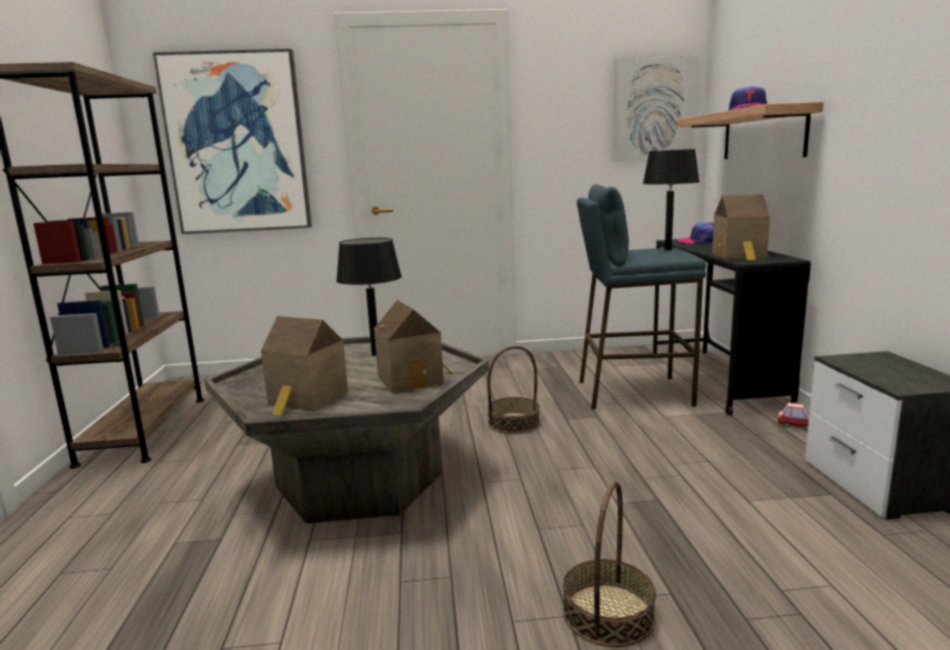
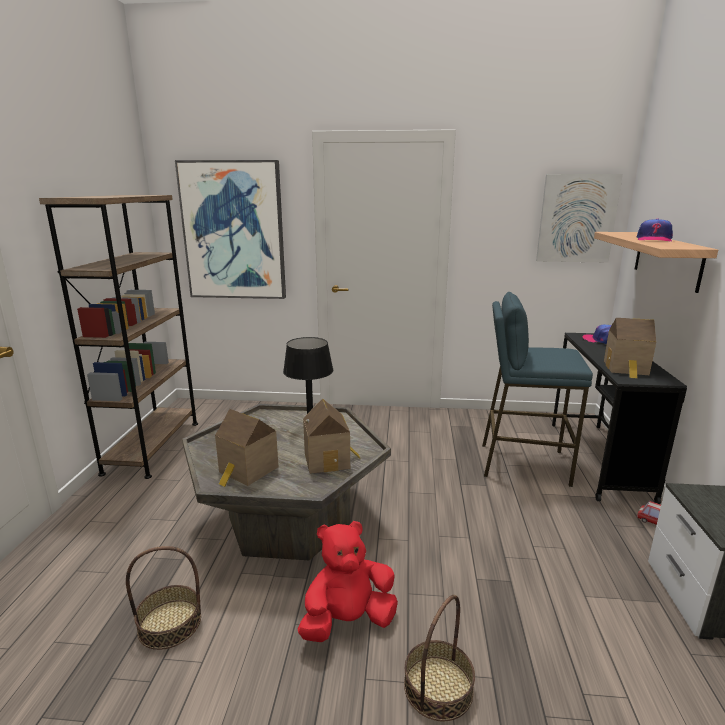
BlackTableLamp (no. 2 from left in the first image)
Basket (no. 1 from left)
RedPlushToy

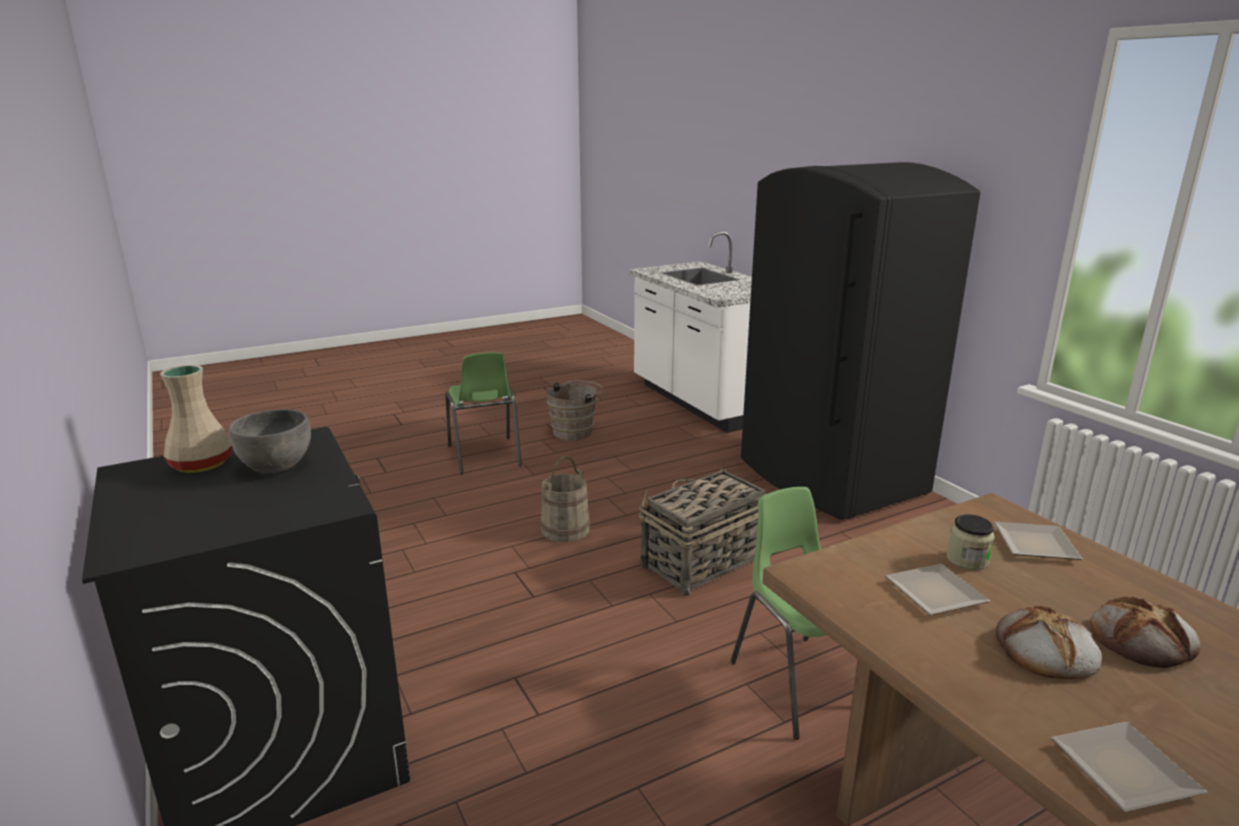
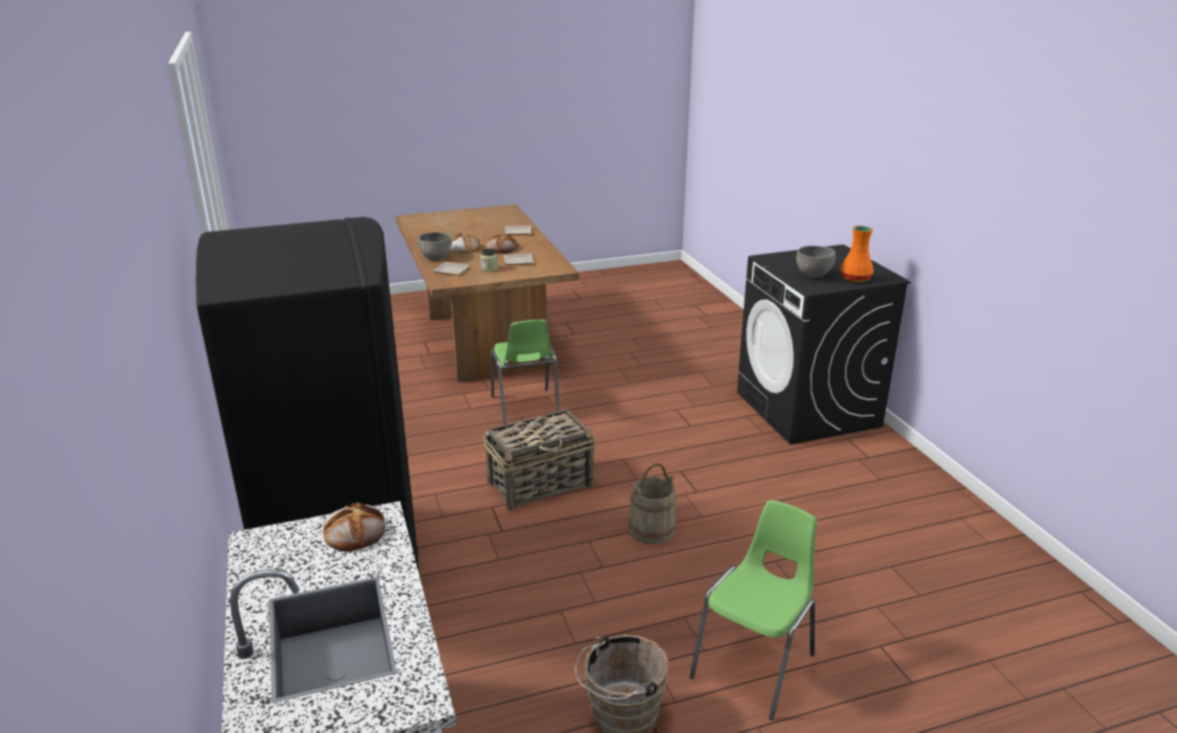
GreenChair (no. 2 from left)
OrangeVase
GreyBowl (no. 1 from left)
Bread (no. 1 from left)

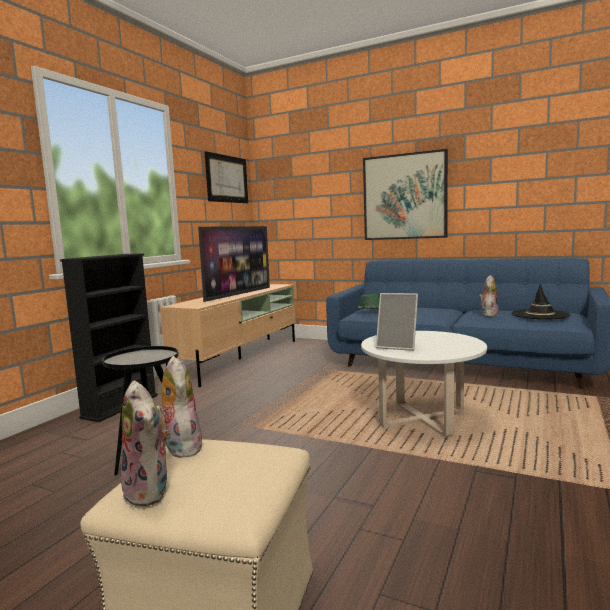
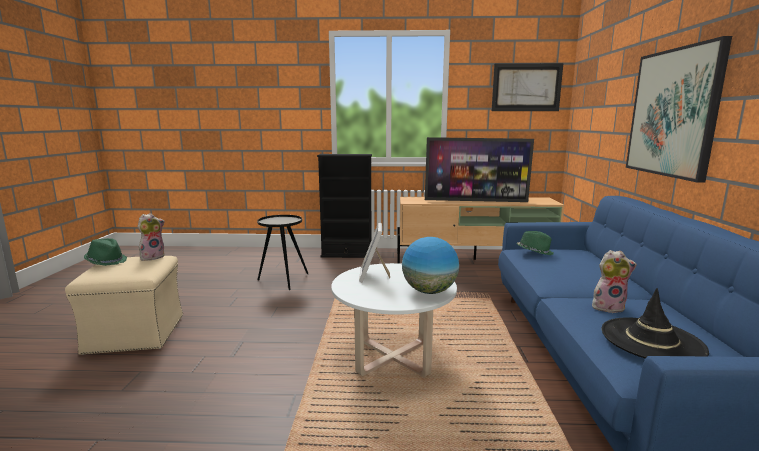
GreenHat (no. 1 from left)
Globe

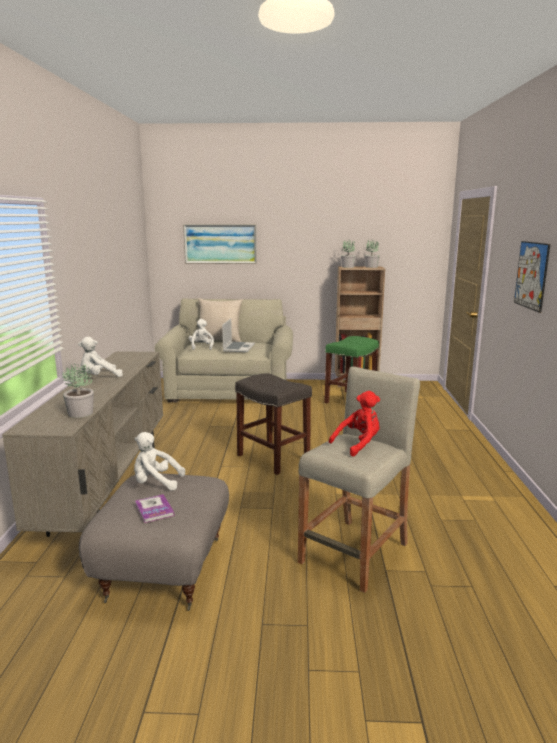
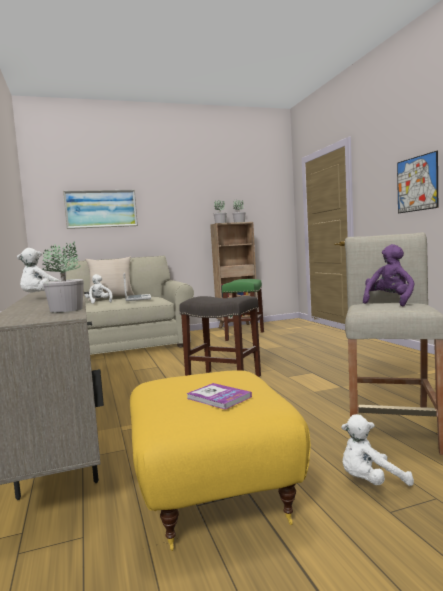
PurplePlushToy
WhitePlushToy (no. 3 from left)
YellowOttoman

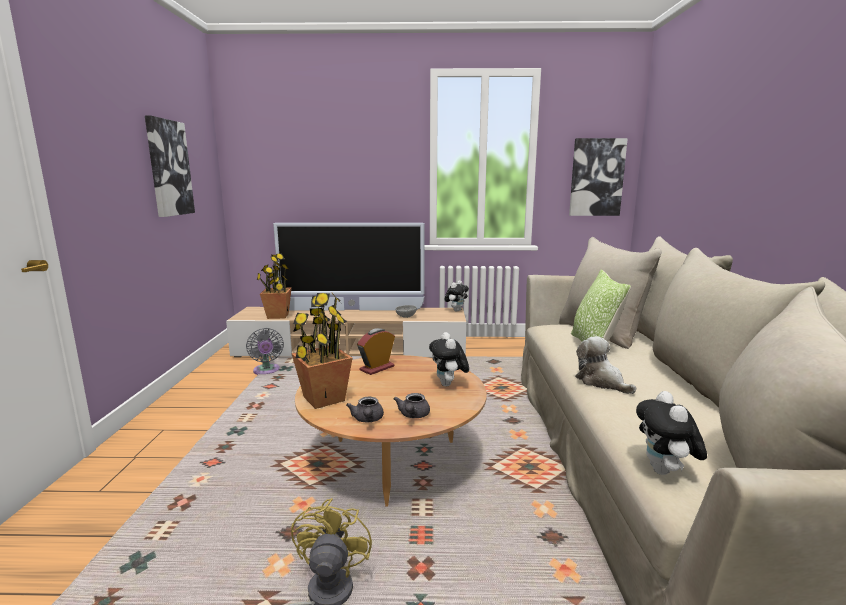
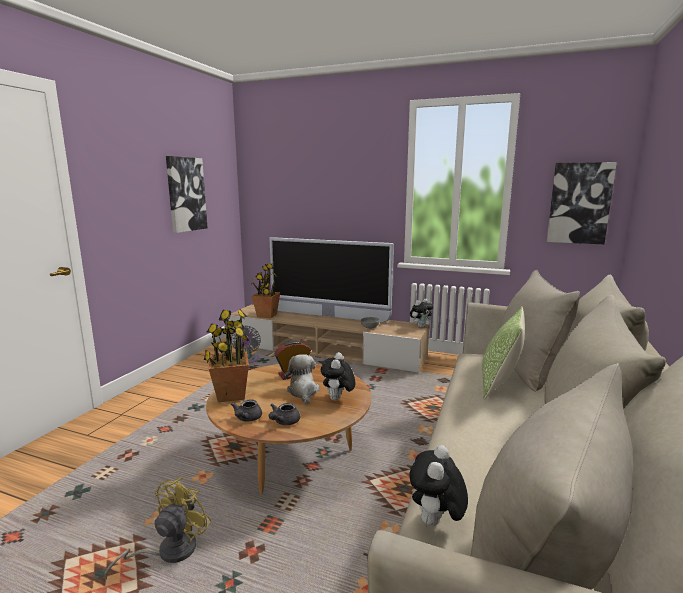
PlushToy (no. 1 from left)

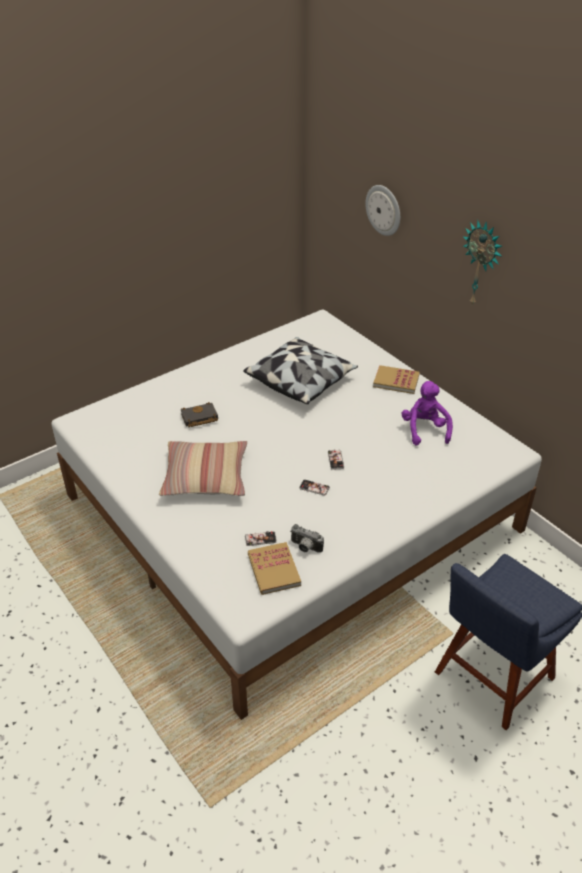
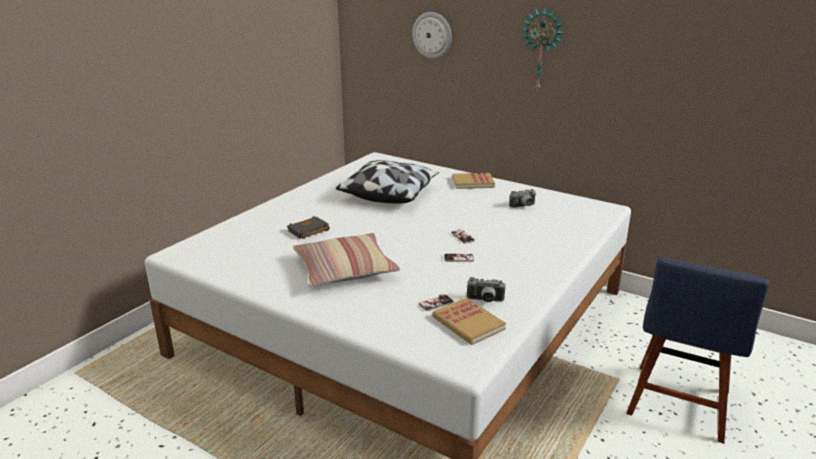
PhotoCamera (no. 2 from left)

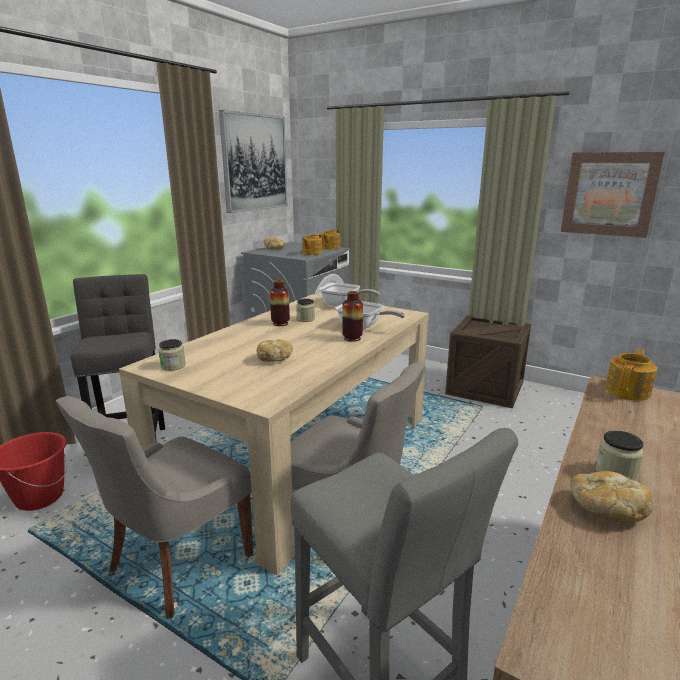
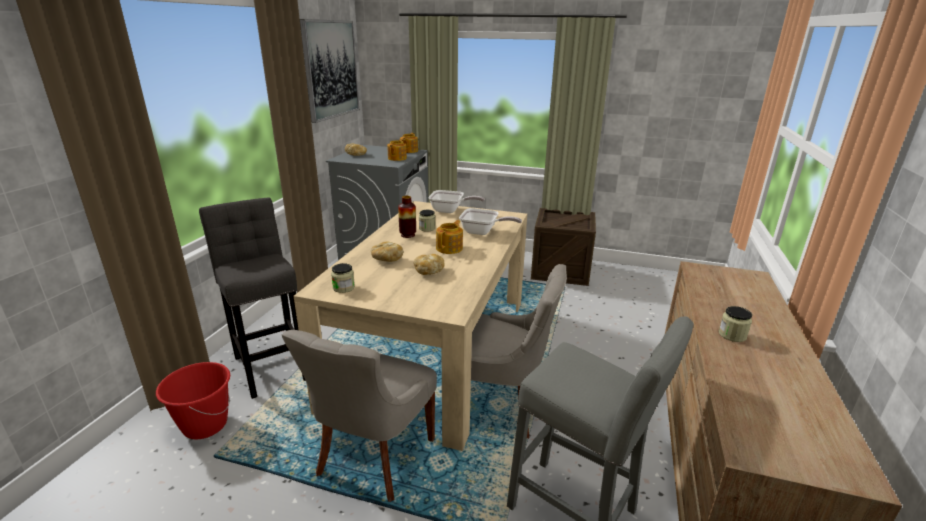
Picture (no. 2 from left in the first image)
Vase (no. 2 from left in the first image)
Teapot (no. 3 from left)
Bread (no. 2 from left)

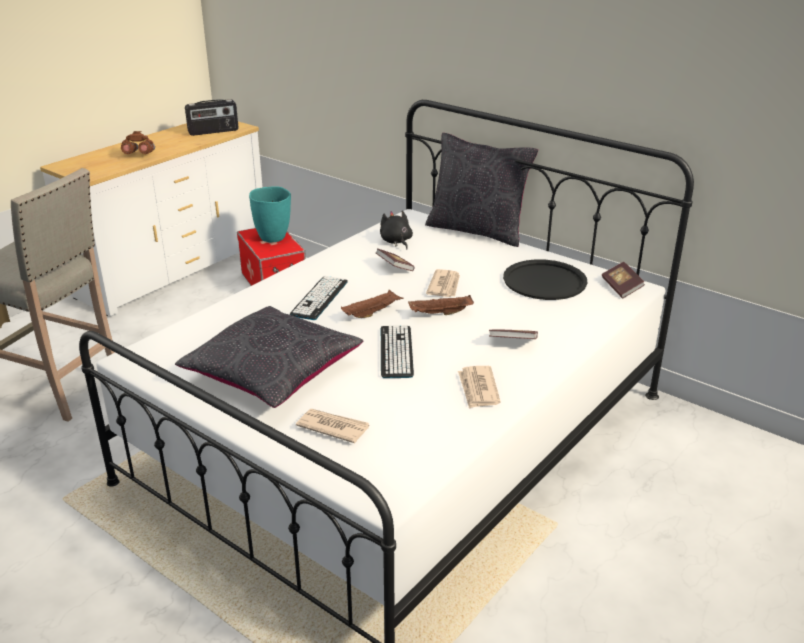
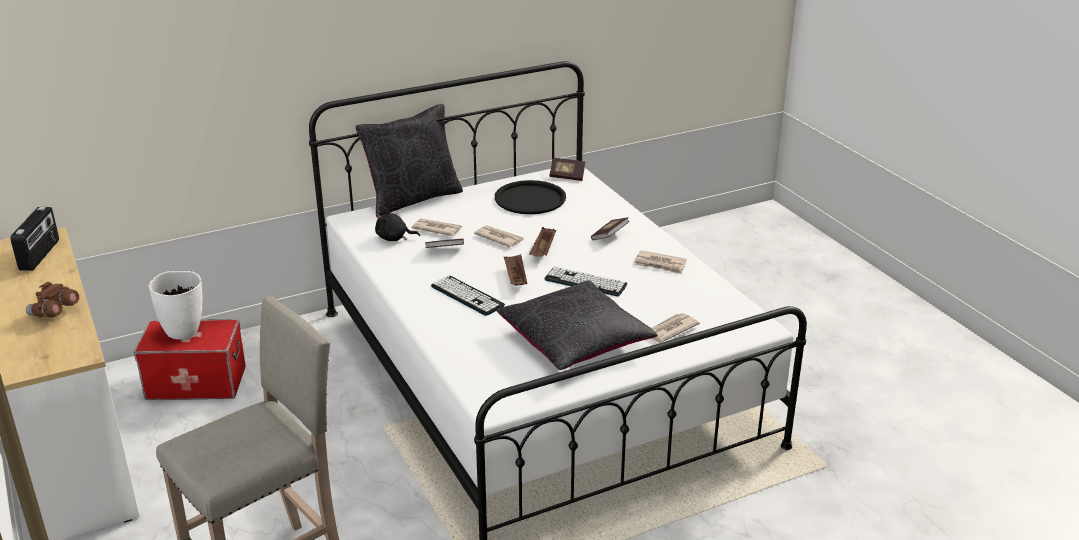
WhiteVase
Newspaper (no. 1 from left)

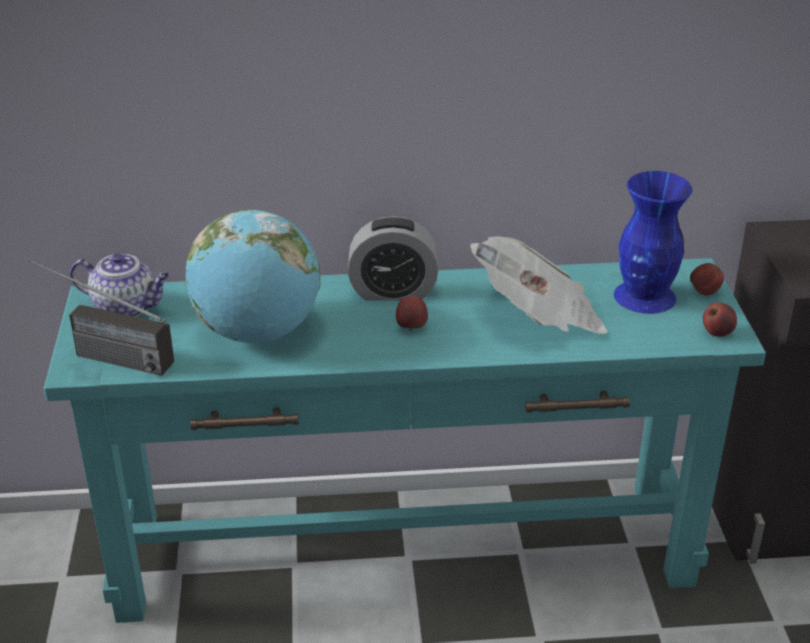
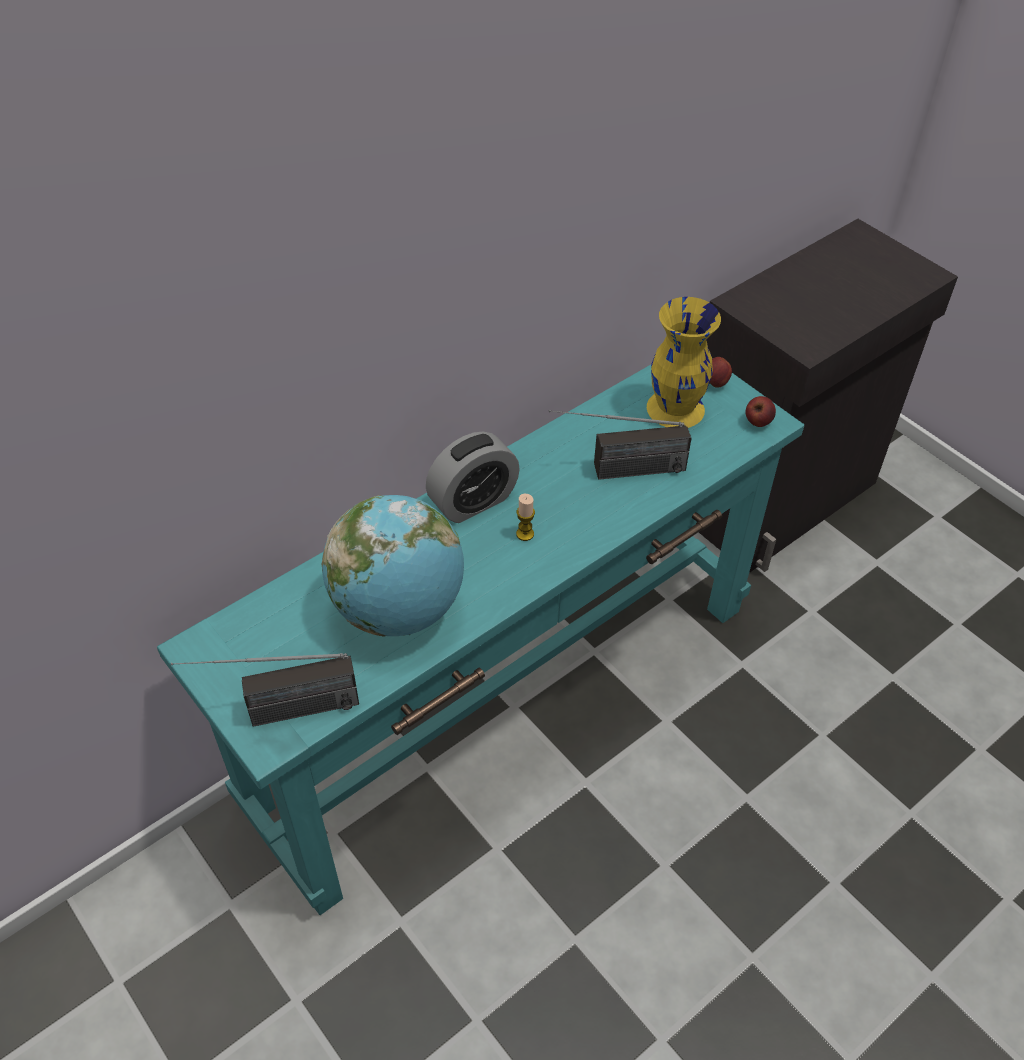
YellowVase
Radio (no. 2 from left)
Teapot
Candle

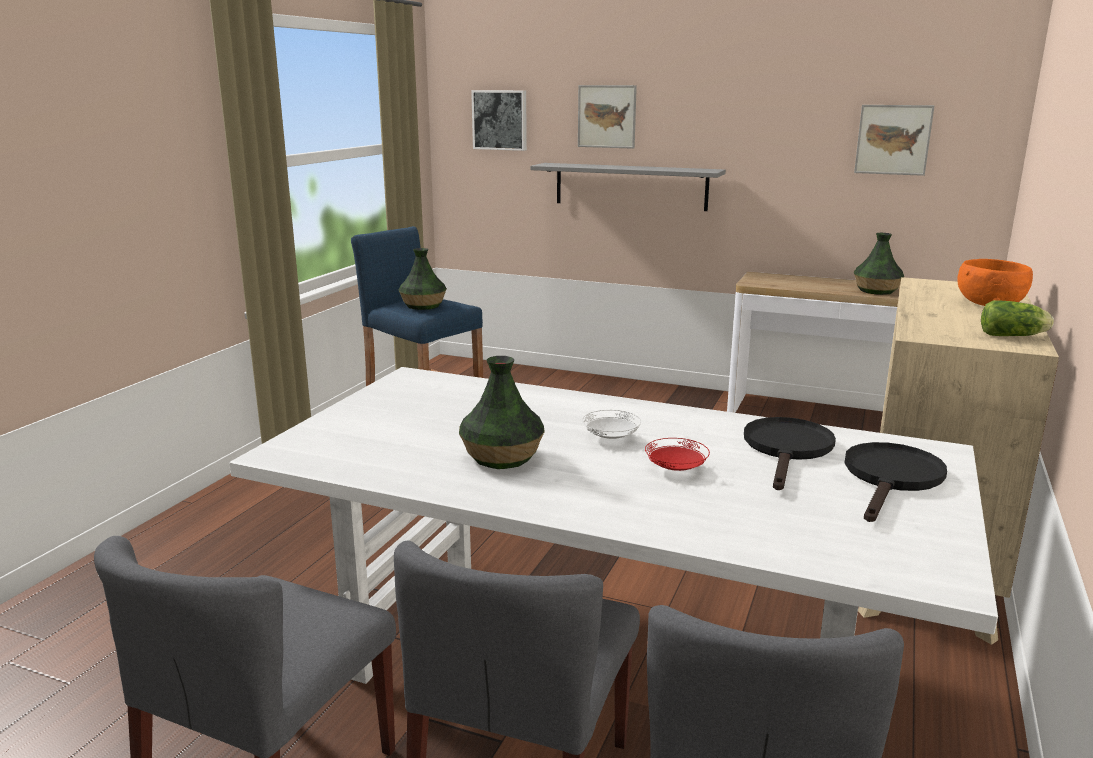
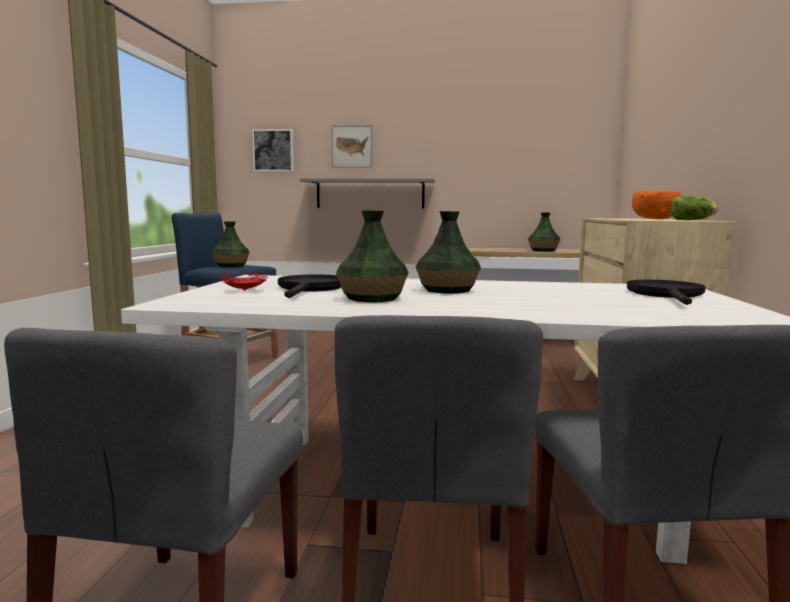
Picture (no. 3 from left in the first image)
Vase (no. 3 from left)
BlackFryingPan (no. 1 from left)
RedPlate

